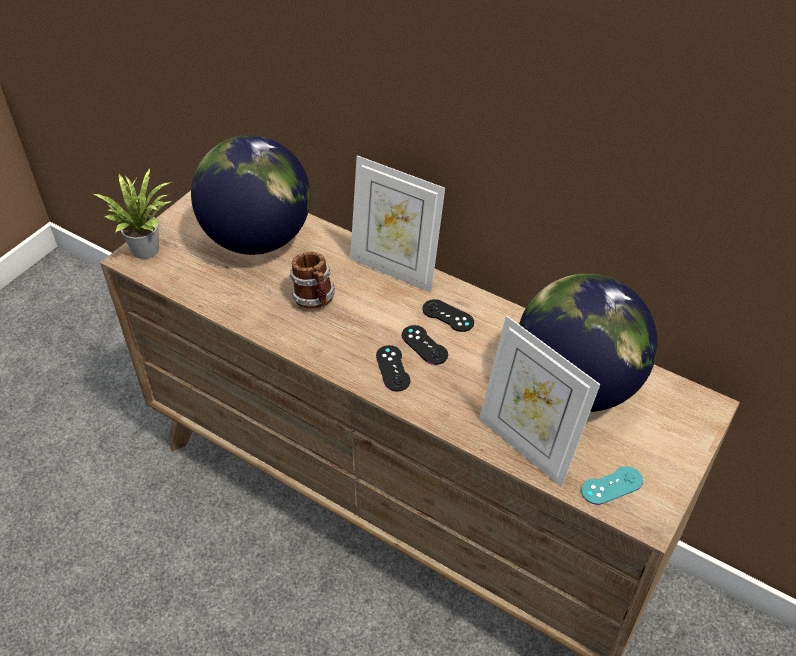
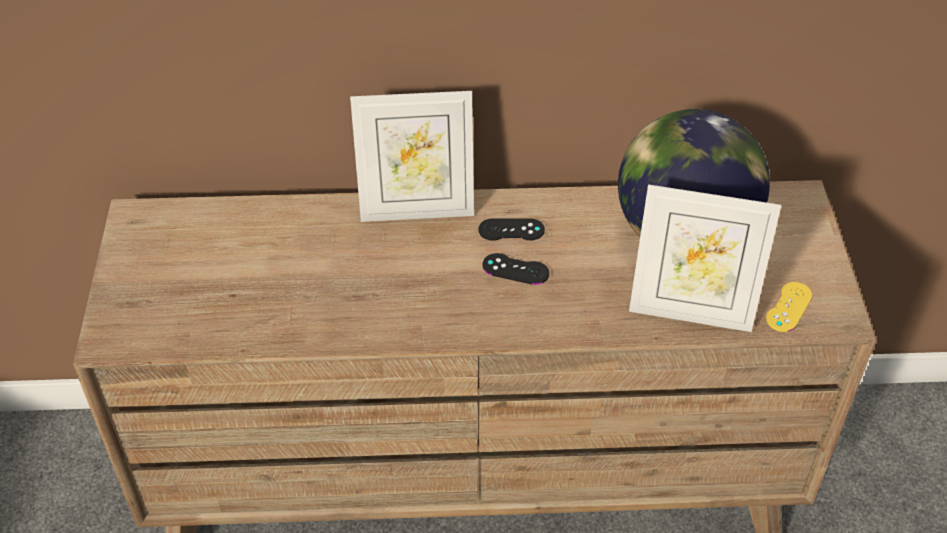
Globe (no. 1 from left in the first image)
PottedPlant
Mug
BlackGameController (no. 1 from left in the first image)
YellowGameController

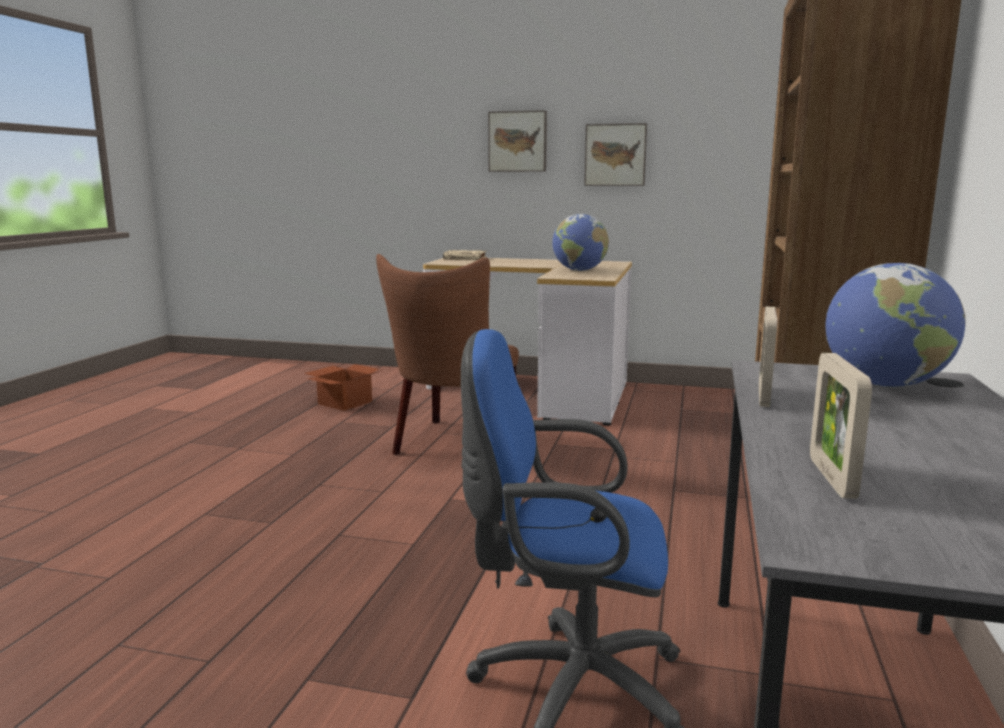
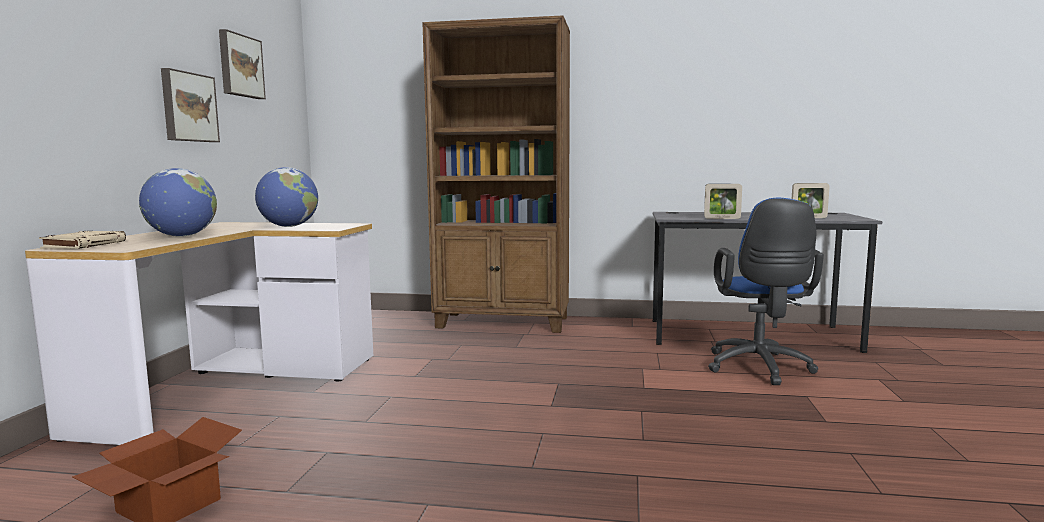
Picture (no. 2 from left)
BrownChair
Globe (no. 1 from left)

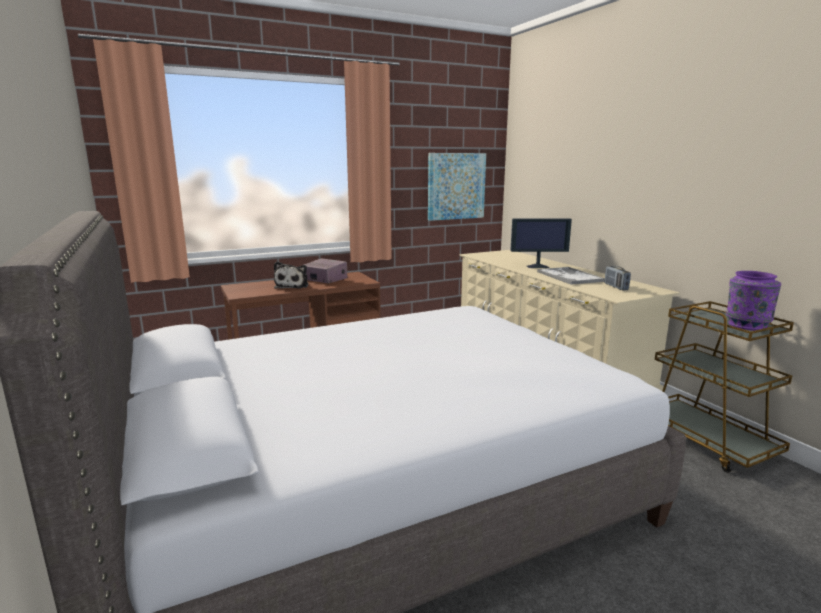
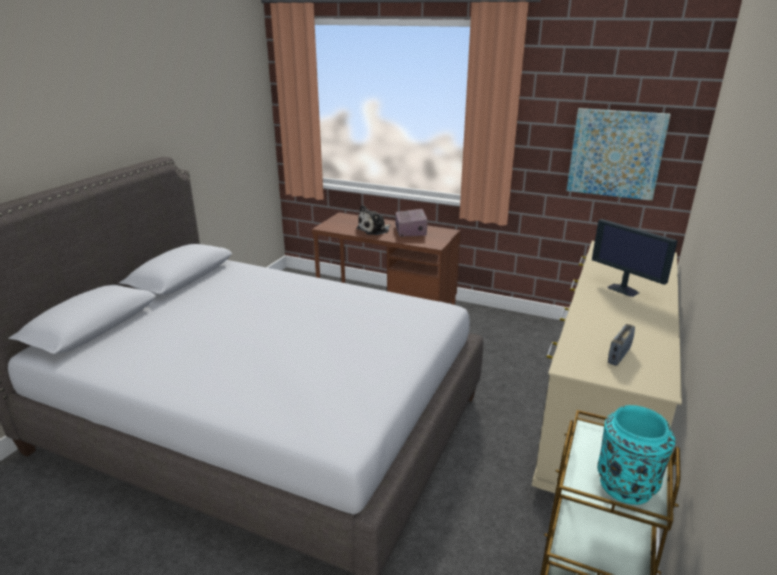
Tray
TurquoiseVase

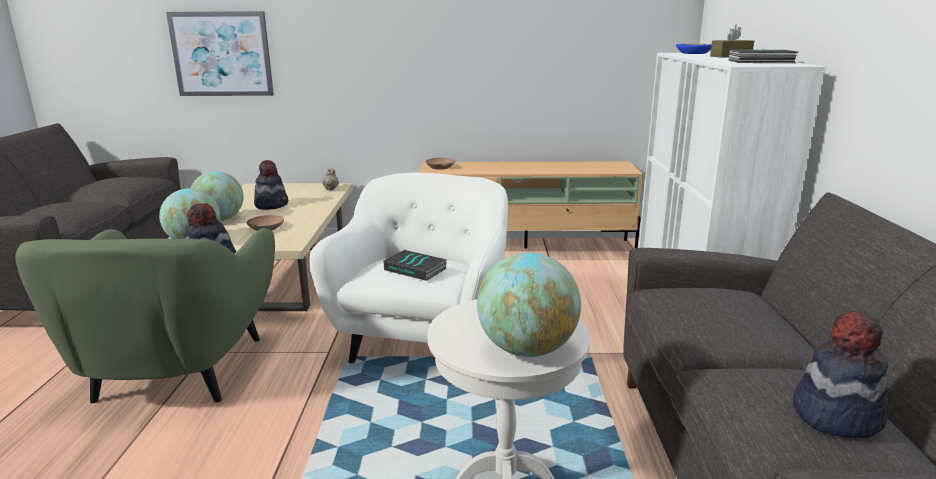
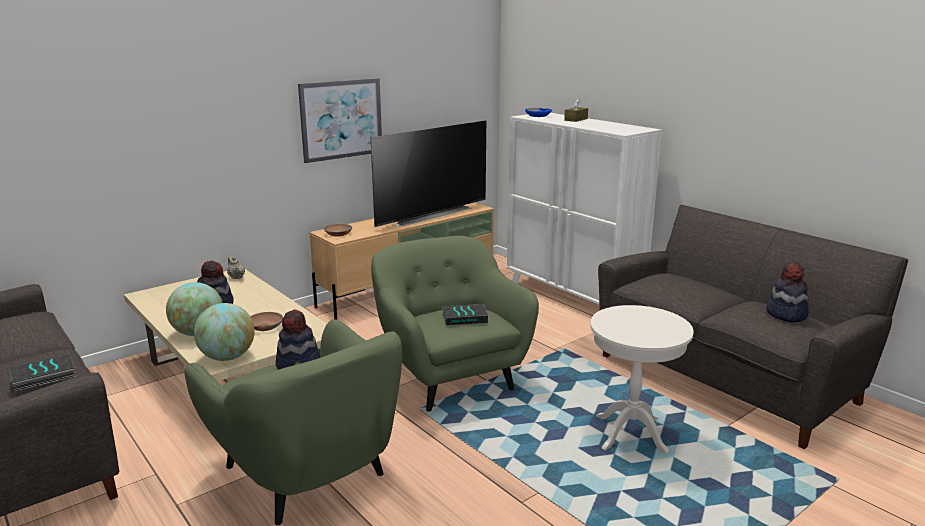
Picture
Book (no. 1 from left)
GreenArmchair (no. 2 from left)
Globe (no. 3 from left in the first image)
Television

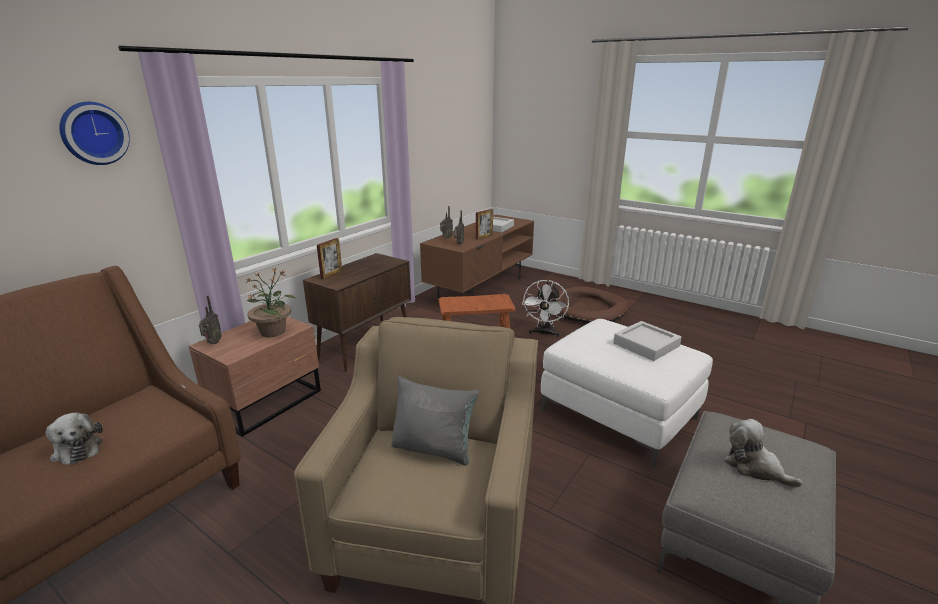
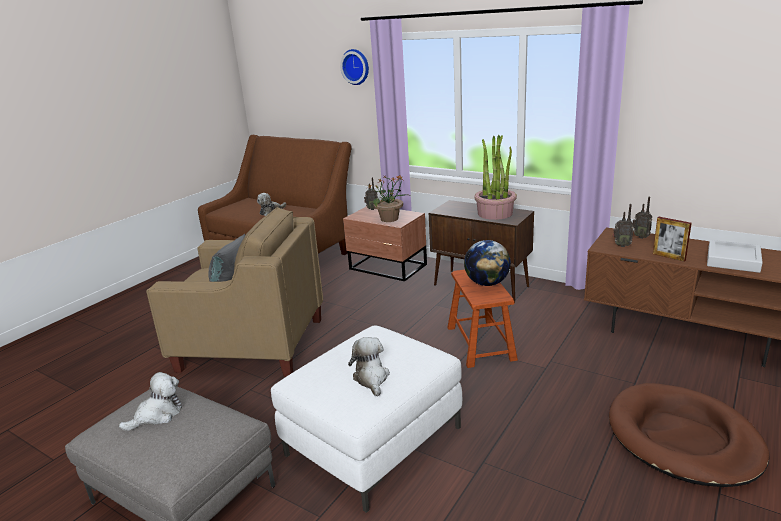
PictureFrame (no. 1 from left in the first image)
WhiteFan
PlushToy (no. 3 from left)
PottedPlant (no. 2 from left)
Globe

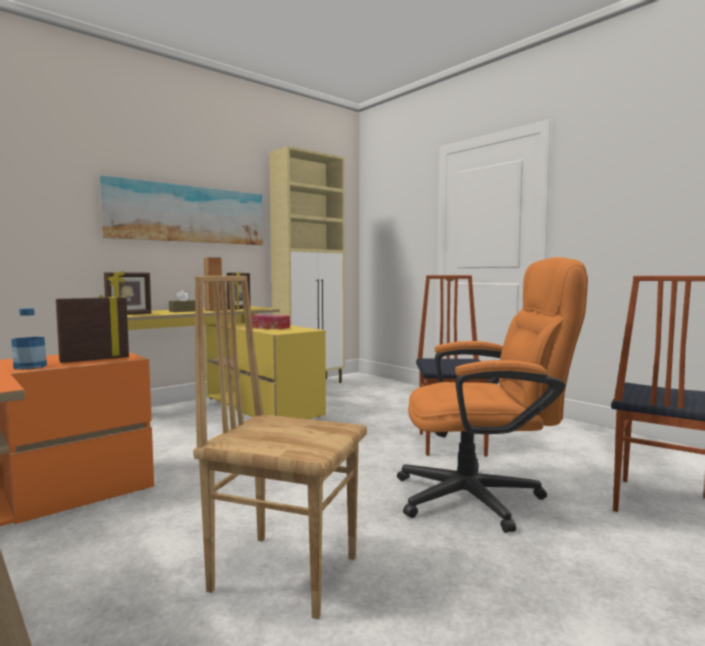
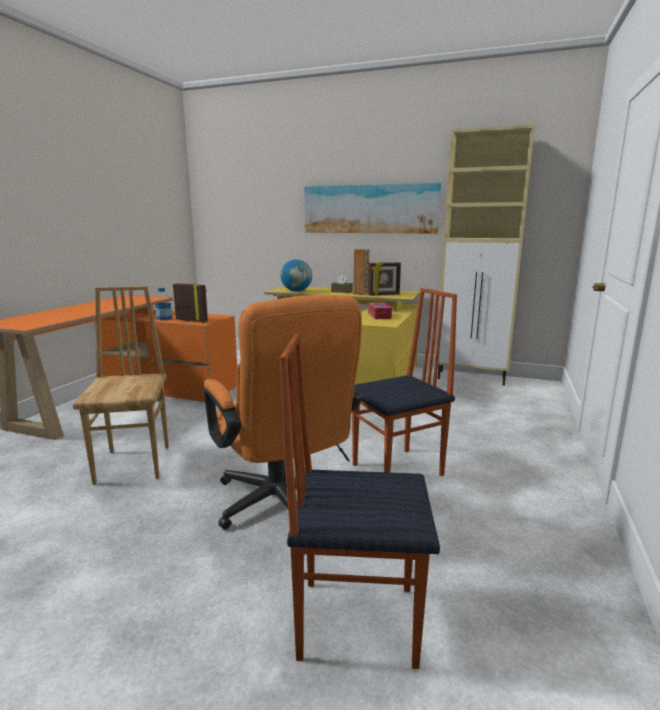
Globe

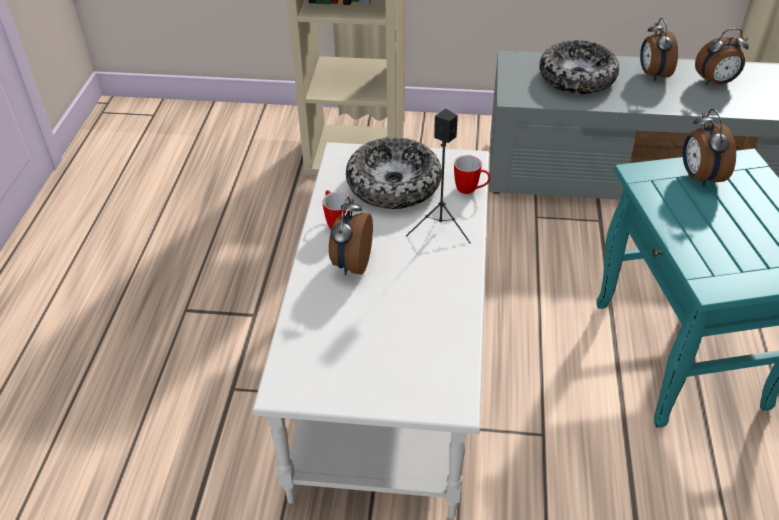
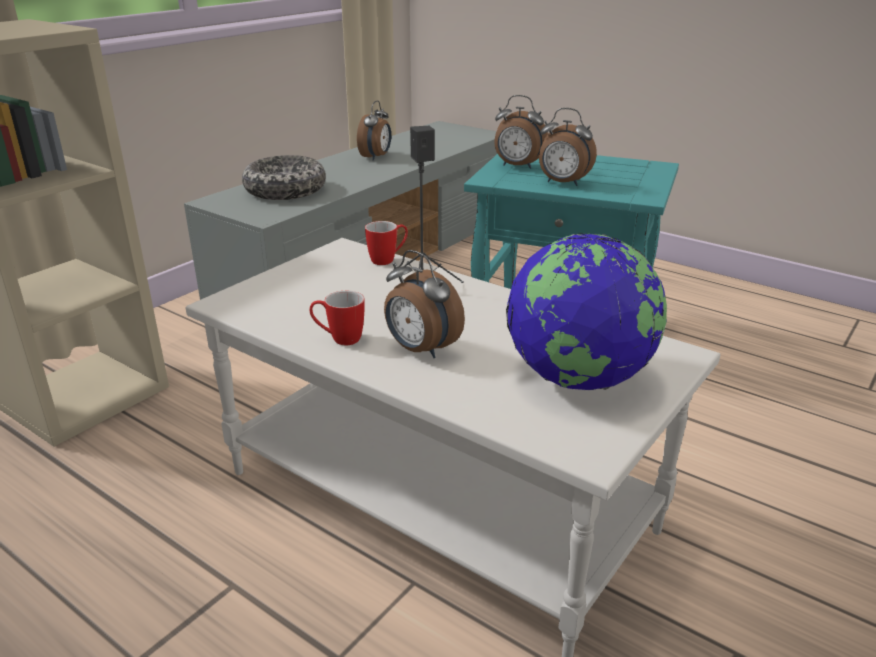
AlarmClock (no. 4 from left)
Bowl (no. 1 from left in the first image)
Globe

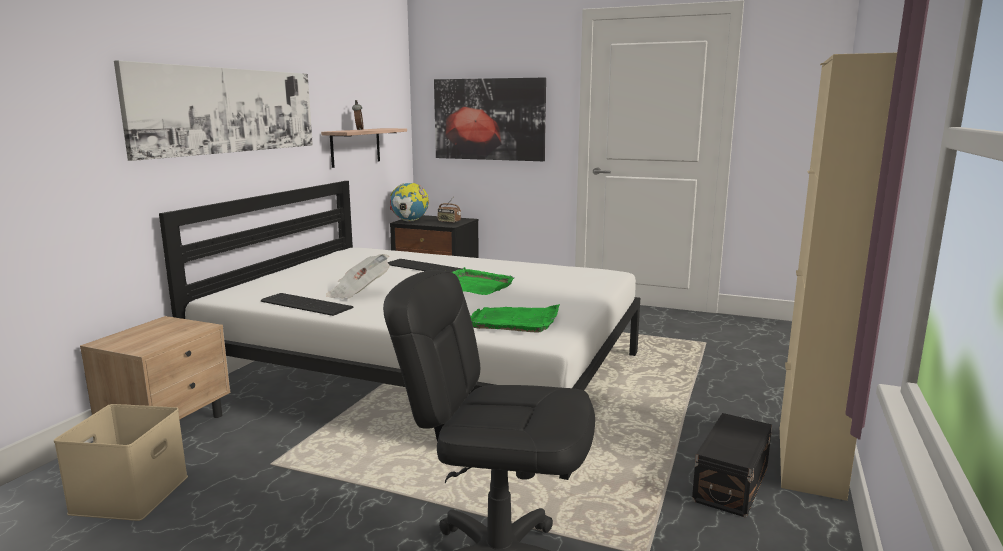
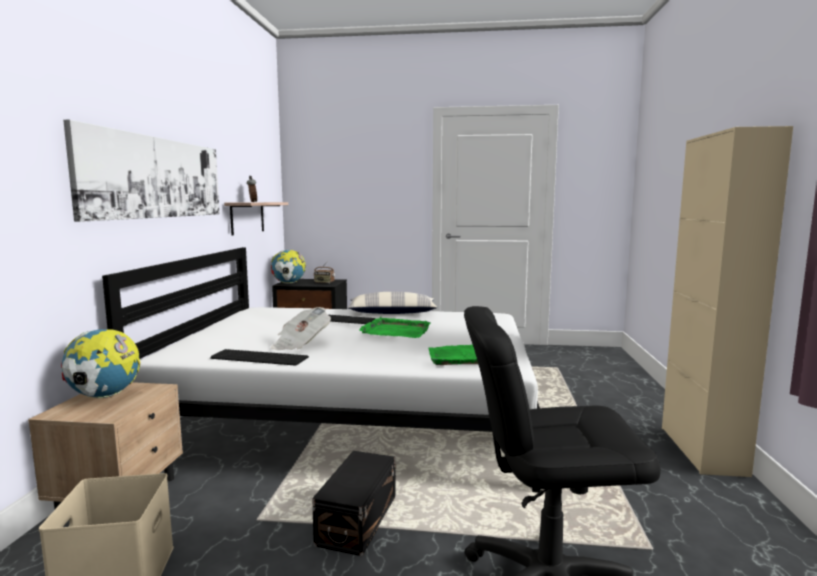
Picture (no. 2 from left in the first image)
BlackStorageBox
Pillow
Globe (no. 1 from left)

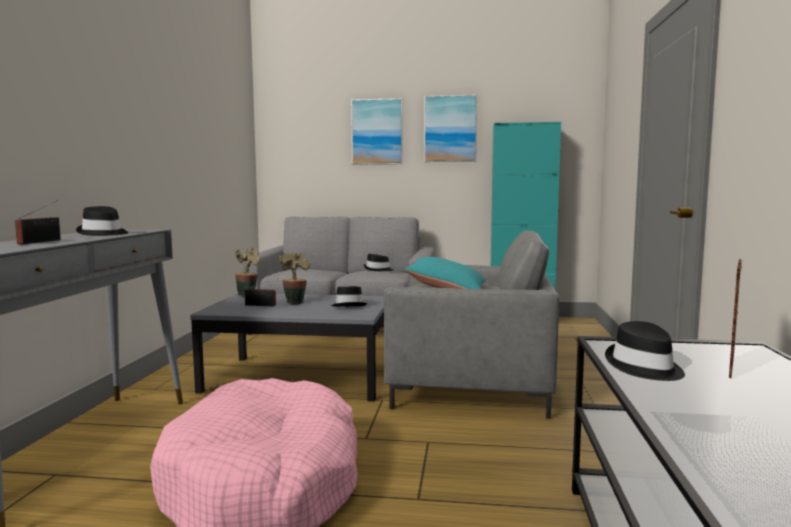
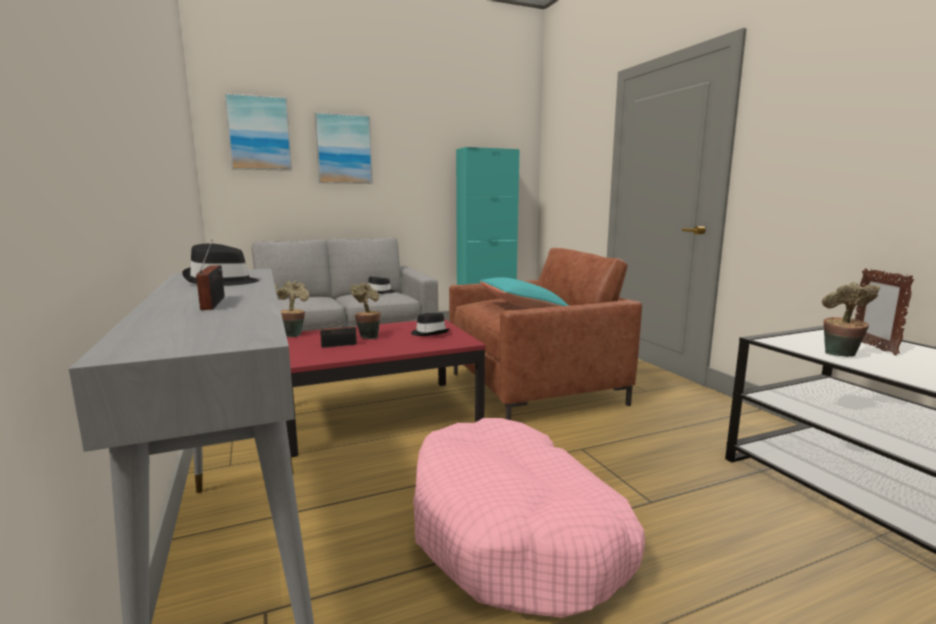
Picture (no. 1 from left)
BrownArmchair
RedCoffeeTable
PottedPlant (no. 3 from left)

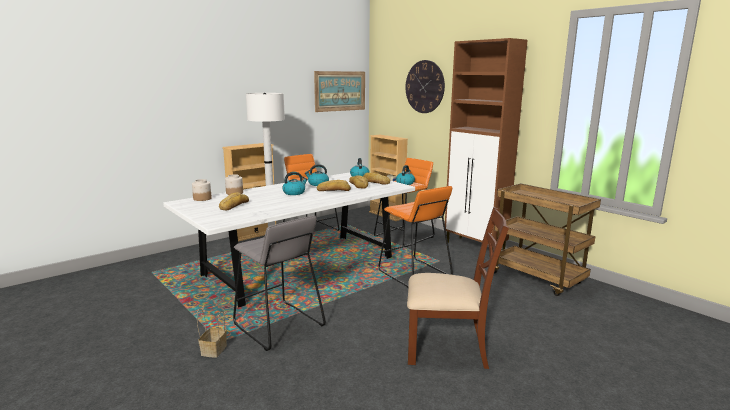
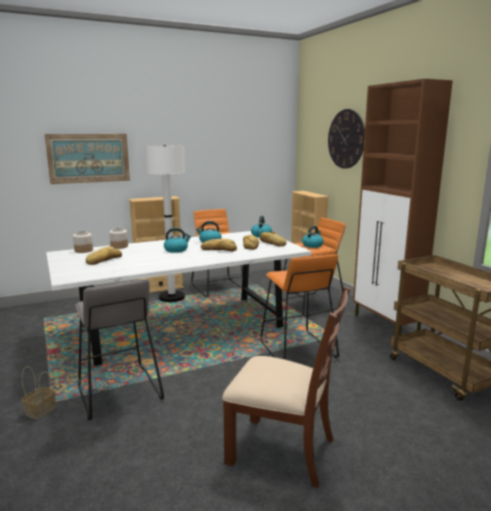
Picture

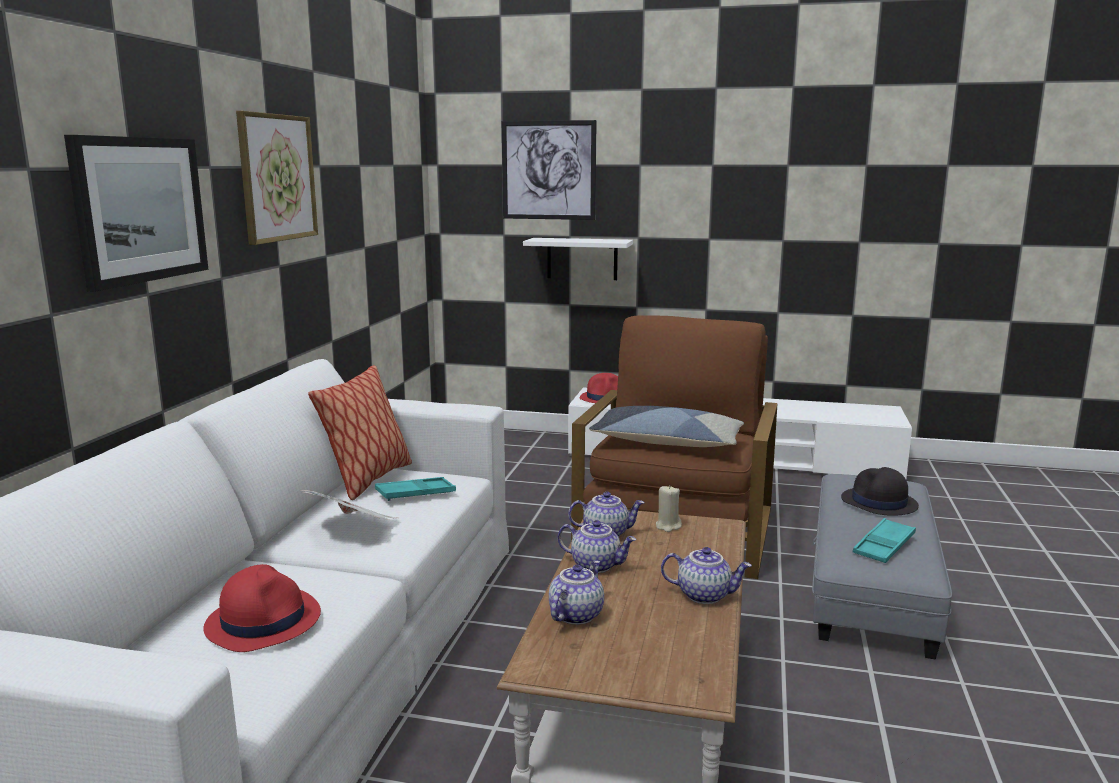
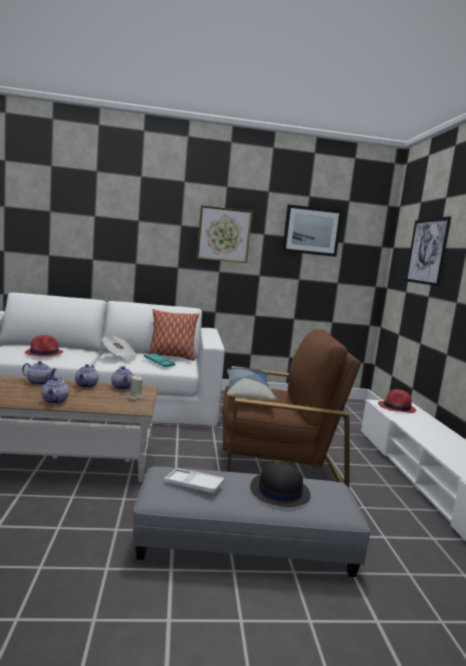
Picture (no. 2 from left)
WhiteShelf
WhiteTray

